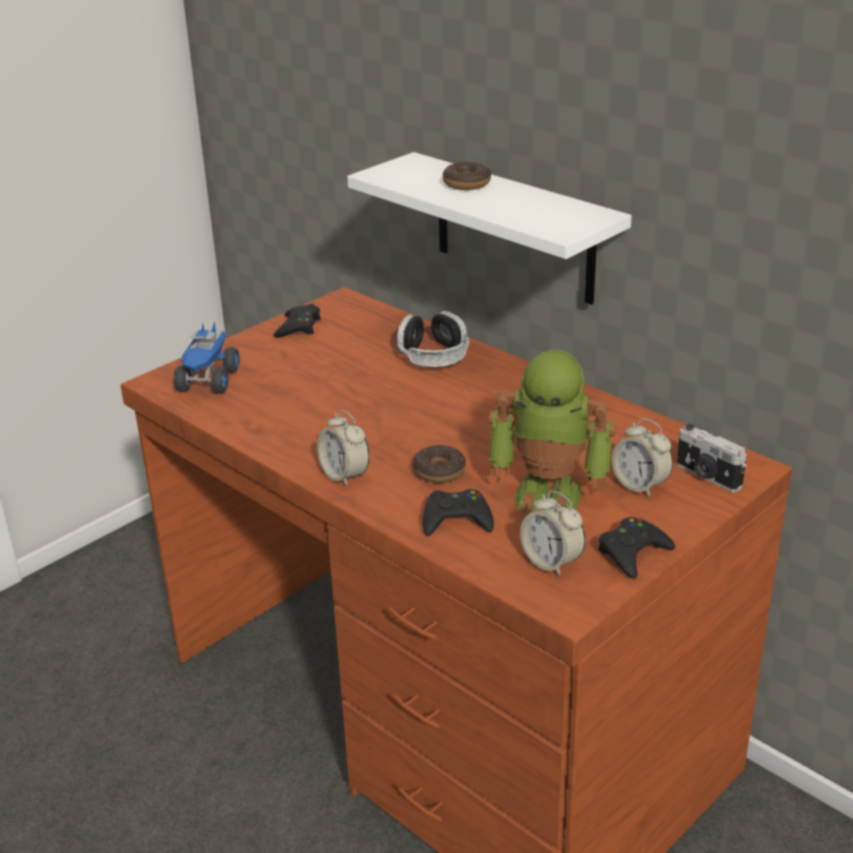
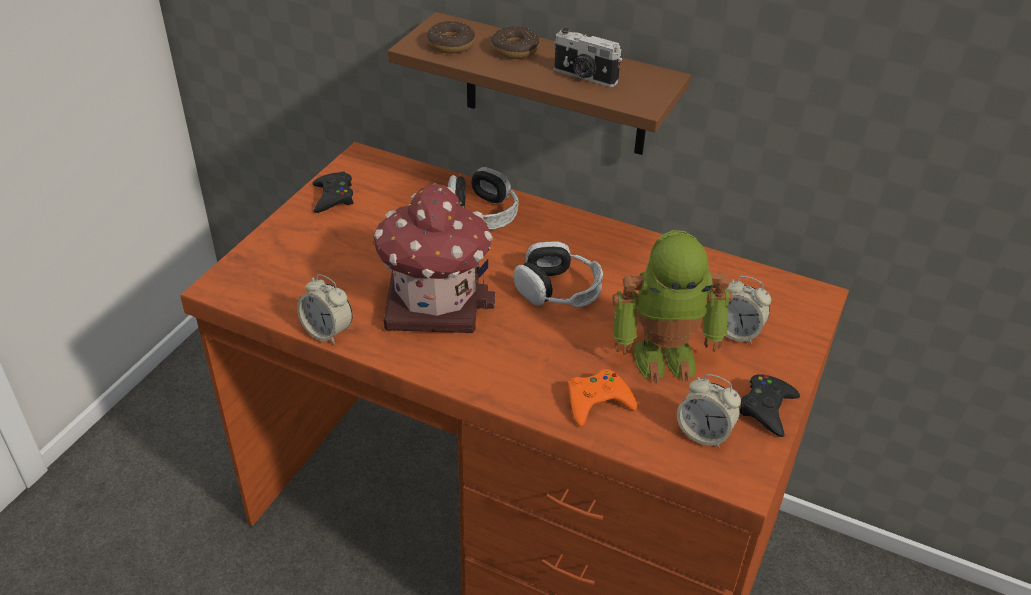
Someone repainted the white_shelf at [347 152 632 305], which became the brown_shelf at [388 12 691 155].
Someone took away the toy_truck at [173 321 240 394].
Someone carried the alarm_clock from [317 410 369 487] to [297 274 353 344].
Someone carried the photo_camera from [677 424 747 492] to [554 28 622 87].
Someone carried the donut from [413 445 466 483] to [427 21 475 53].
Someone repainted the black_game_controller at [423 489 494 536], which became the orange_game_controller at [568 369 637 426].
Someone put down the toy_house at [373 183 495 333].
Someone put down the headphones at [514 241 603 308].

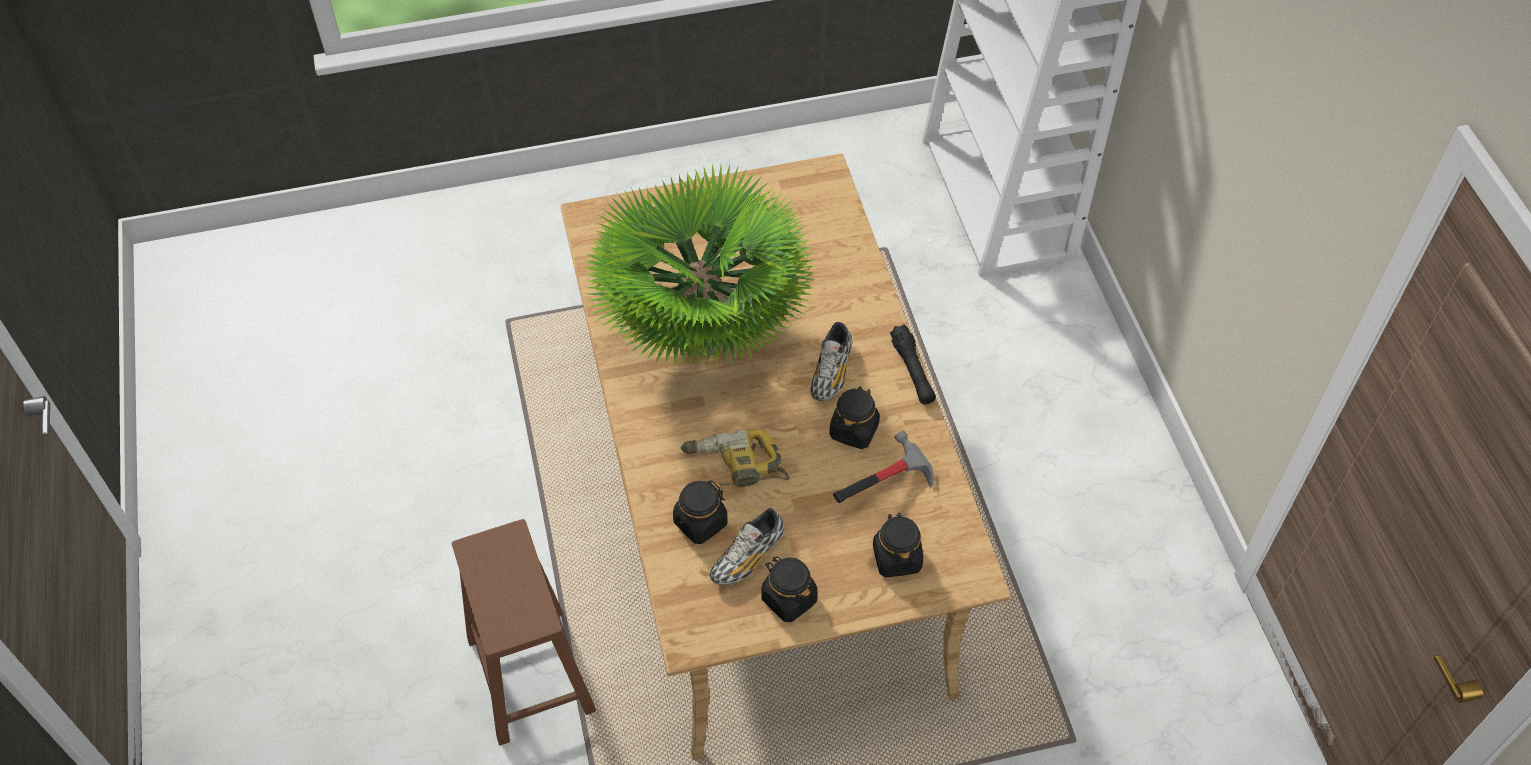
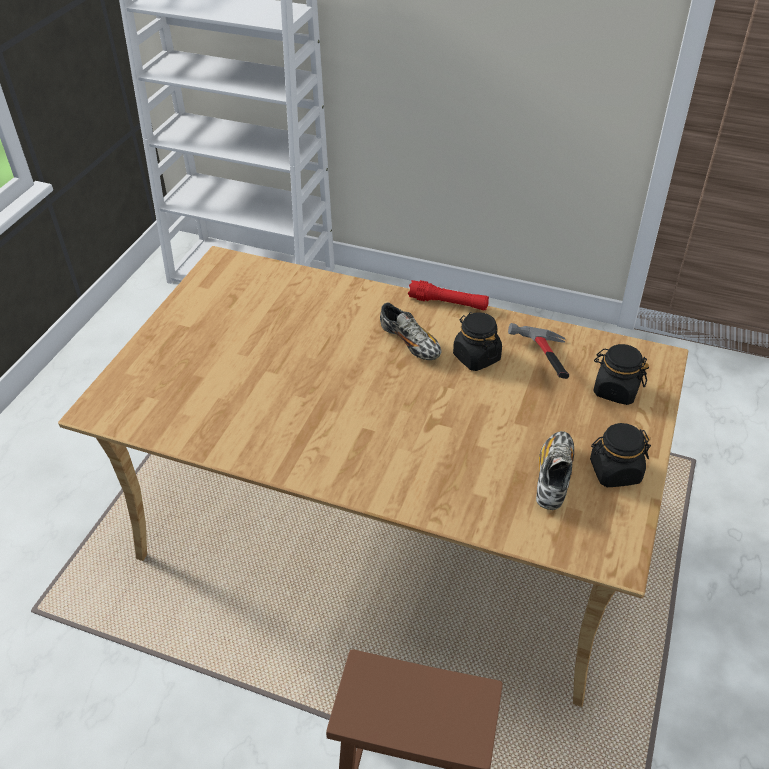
Someone took away the potted_plant at [585 164 817 366].
Someone repainted the black_flashlight at [890 324 936 405], which became the red_flashlight at [408 280 489 310].
Someone took away the power_drill at [681 429 790 488].
Someone took away the black_jar at [673 480 727 544].
Someone rotated the shoe at [710 508 785 585] by 150 degrees counterclockwise.

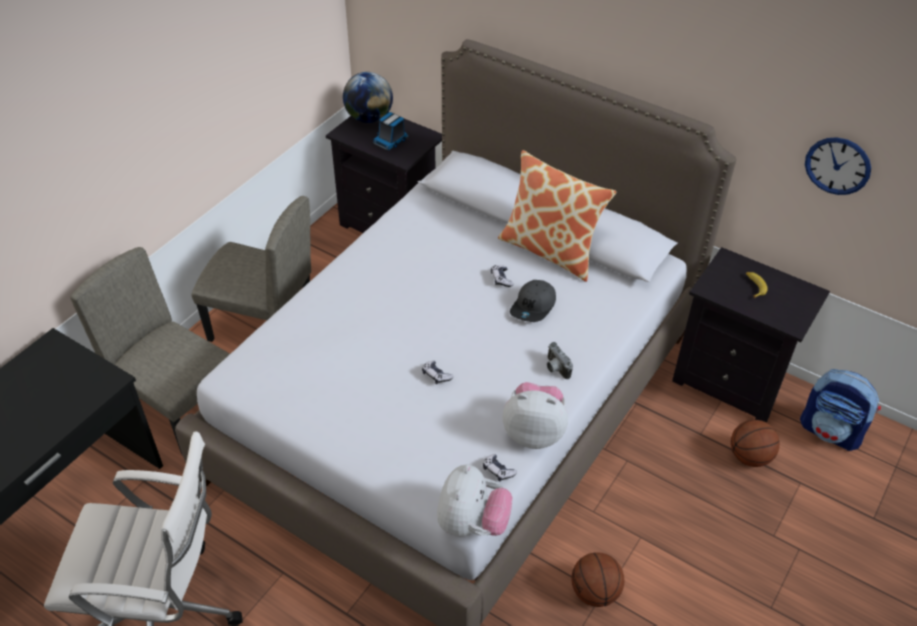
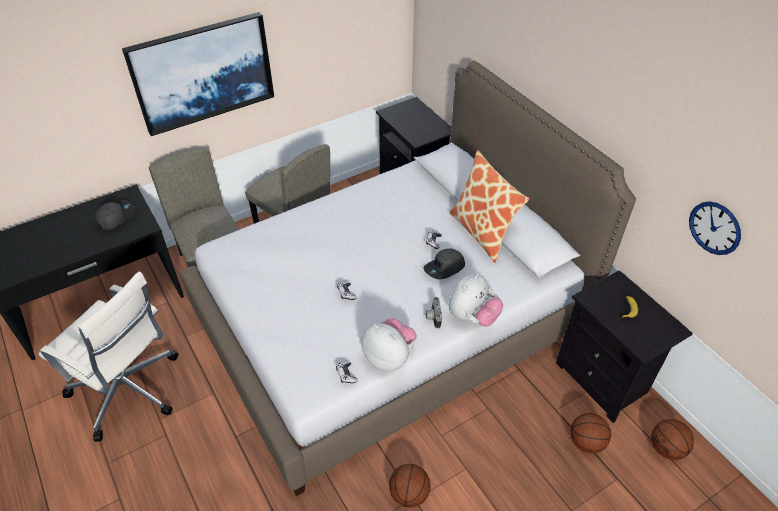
Someone took away the globe at [343 72 393 123].
Someone took away the toy_truck at [373 112 409 151].
Someone swapped the backpack at [800 369 881 451] for the basketball at [651 419 694 460].
Someone carried the plush_toy from [437 465 513 537] to [449 273 503 327].
Someone put up the picture at [122 12 274 136].
Someone put down the grey_cap at [95 200 136 230].

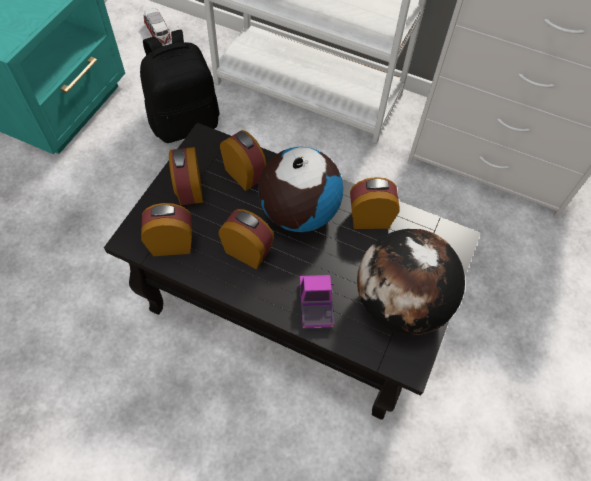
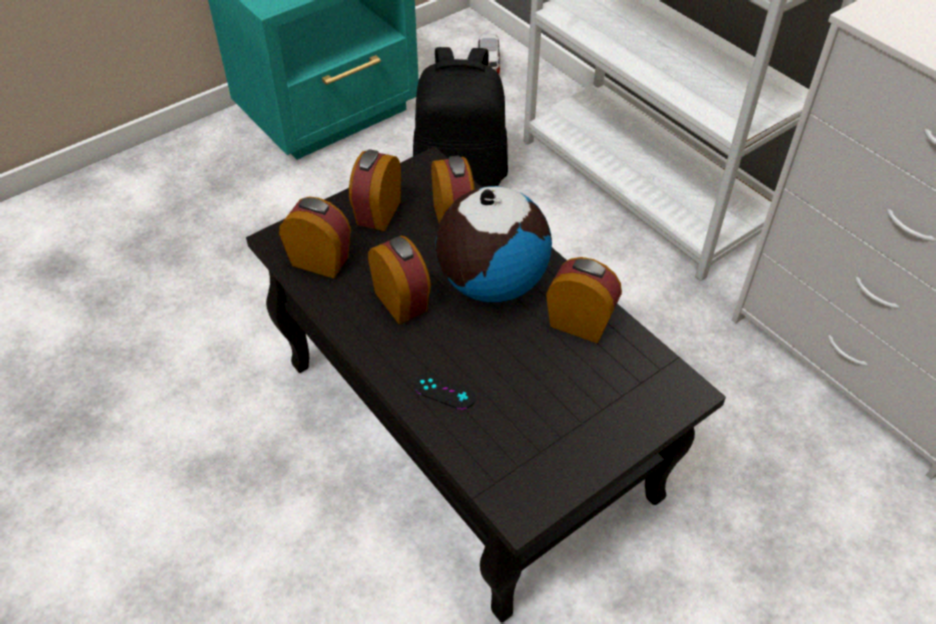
Someone took away the globe at [357 229 465 335].
Someone swapped the toy_truck at [297 275 334 329] for the black_game_controller at [414 373 476 409].

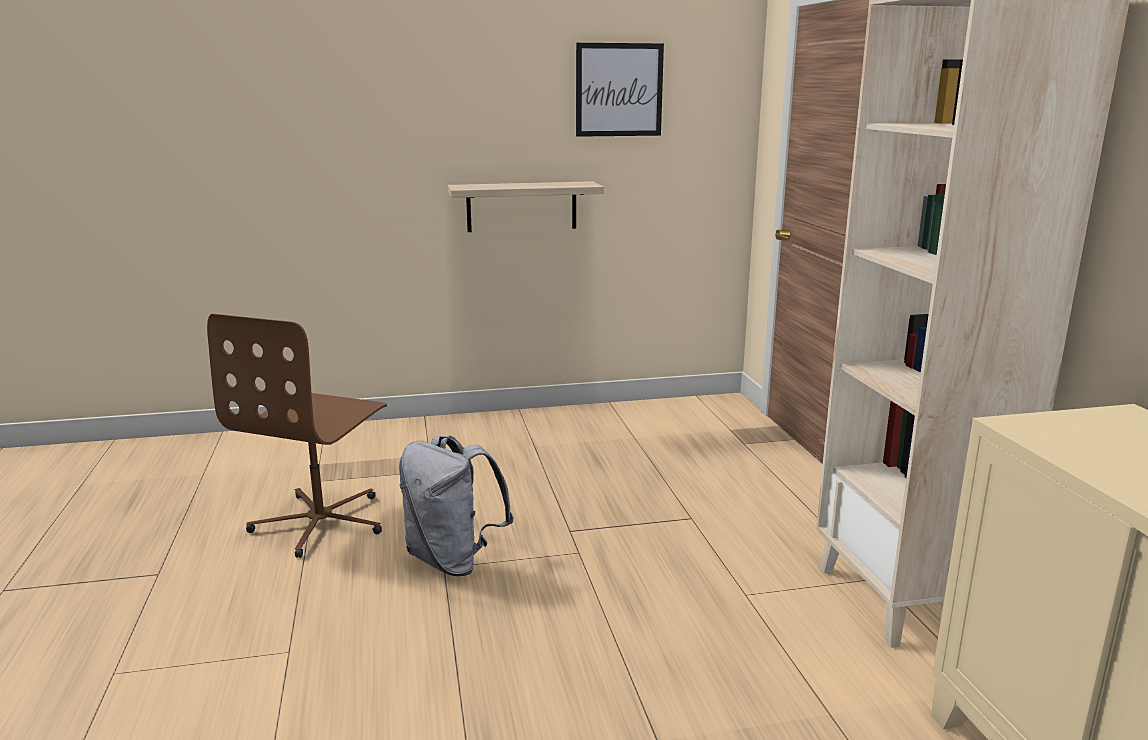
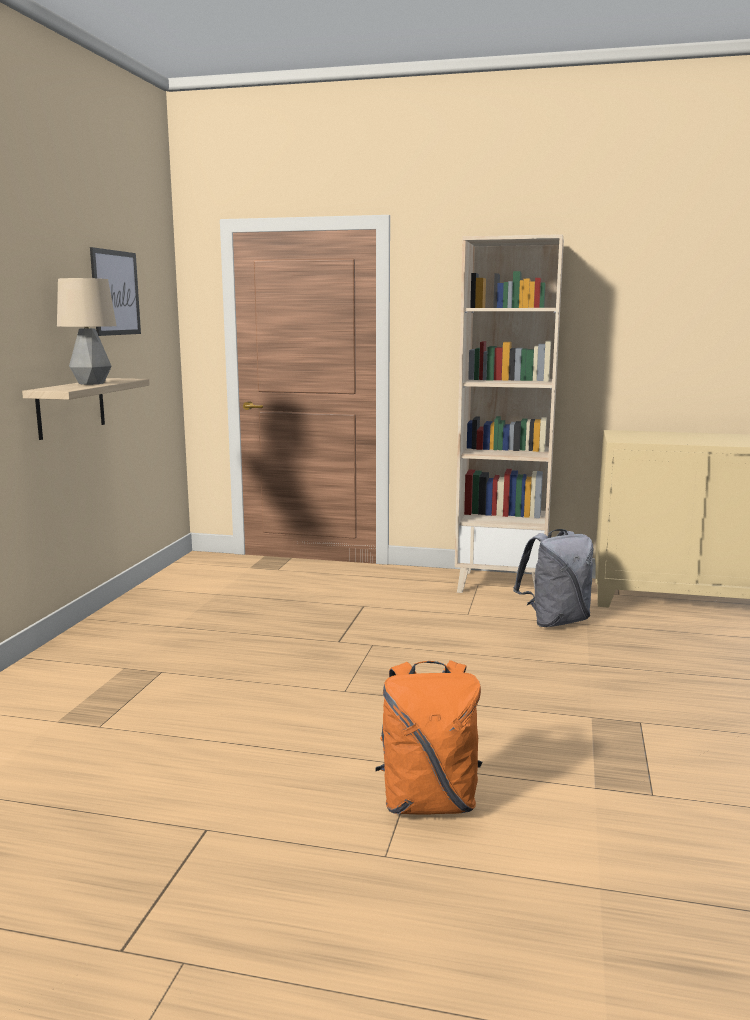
Someone took away the brown_office_chair at [207 314 387 558].
Someone carried the grey_backpack from [399 435 514 576] to [513 529 594 627].
Someone put down the table_lamp at [57 278 117 385].
Someone put down the orange_backpack at [376 660 482 815].

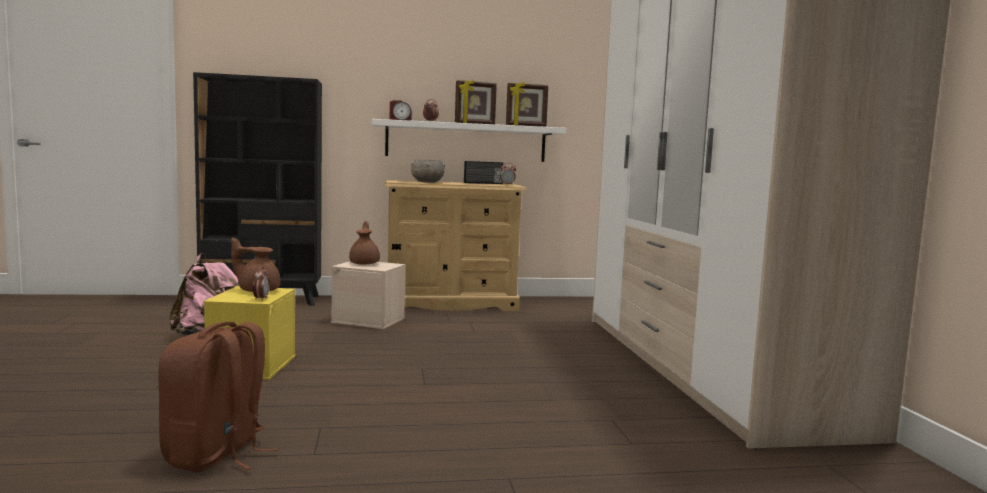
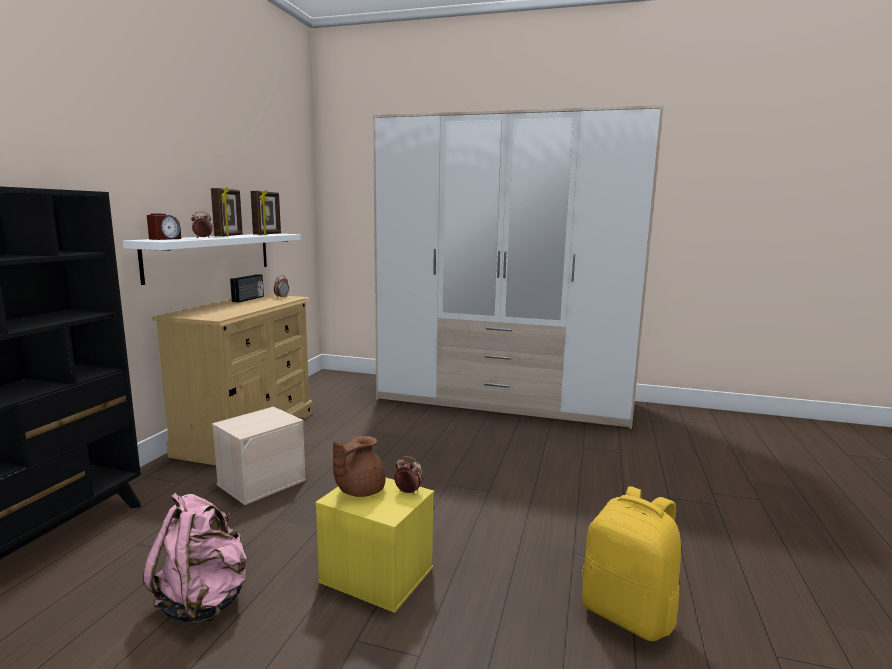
Someone took away the grey_bowl at [411 159 445 183].
Someone took away the brown_teapot at [349 221 380 265].
Someone repainted the brown_backpack at [158 322 278 473], which became the yellow_backpack at [582 486 681 642].

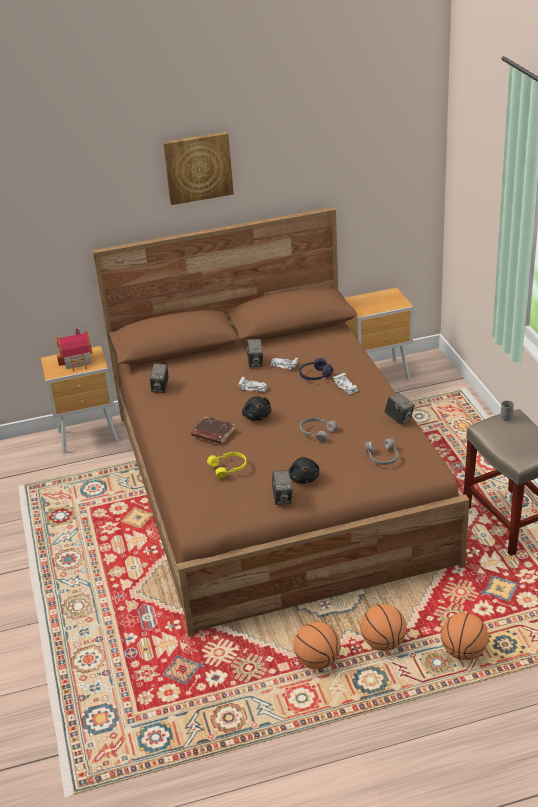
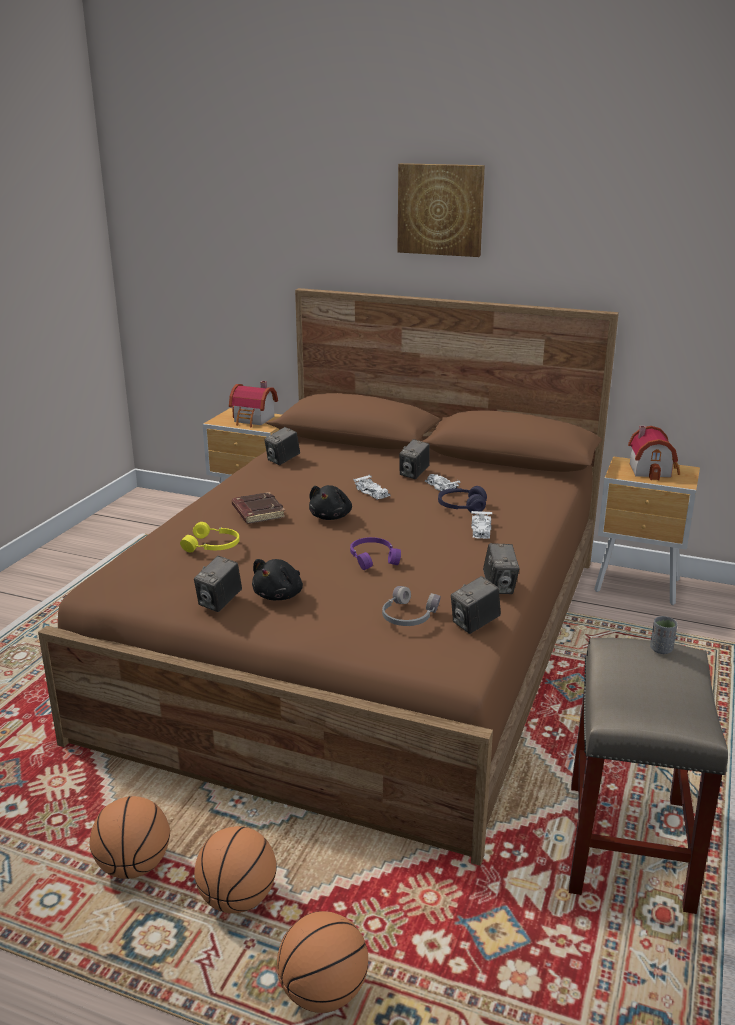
Someone repainted the grey_headphones at [300 418 338 442], which became the purple_headphones at [350 537 401 570].
Someone put down the toy_house at [628 426 680 480].
Someone put down the photo_camera at [451 576 501 634].

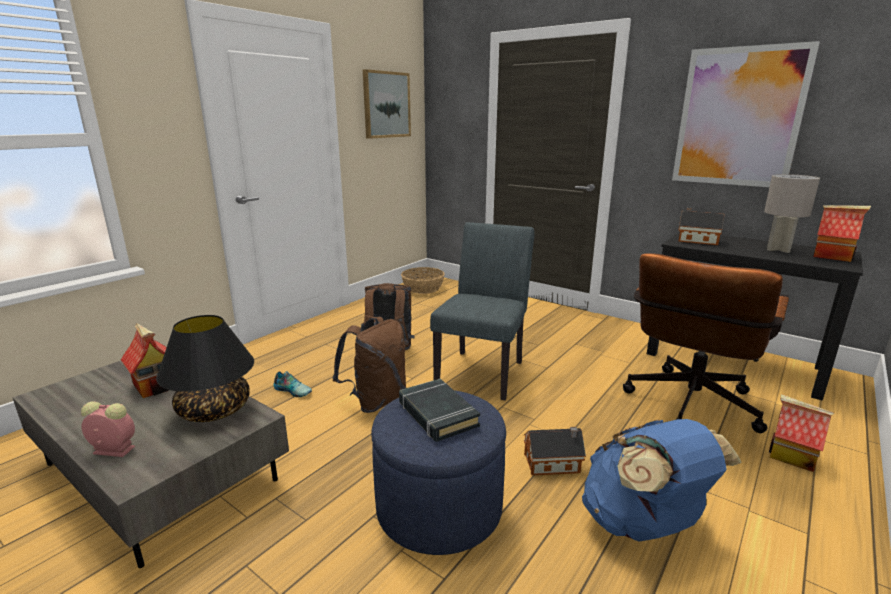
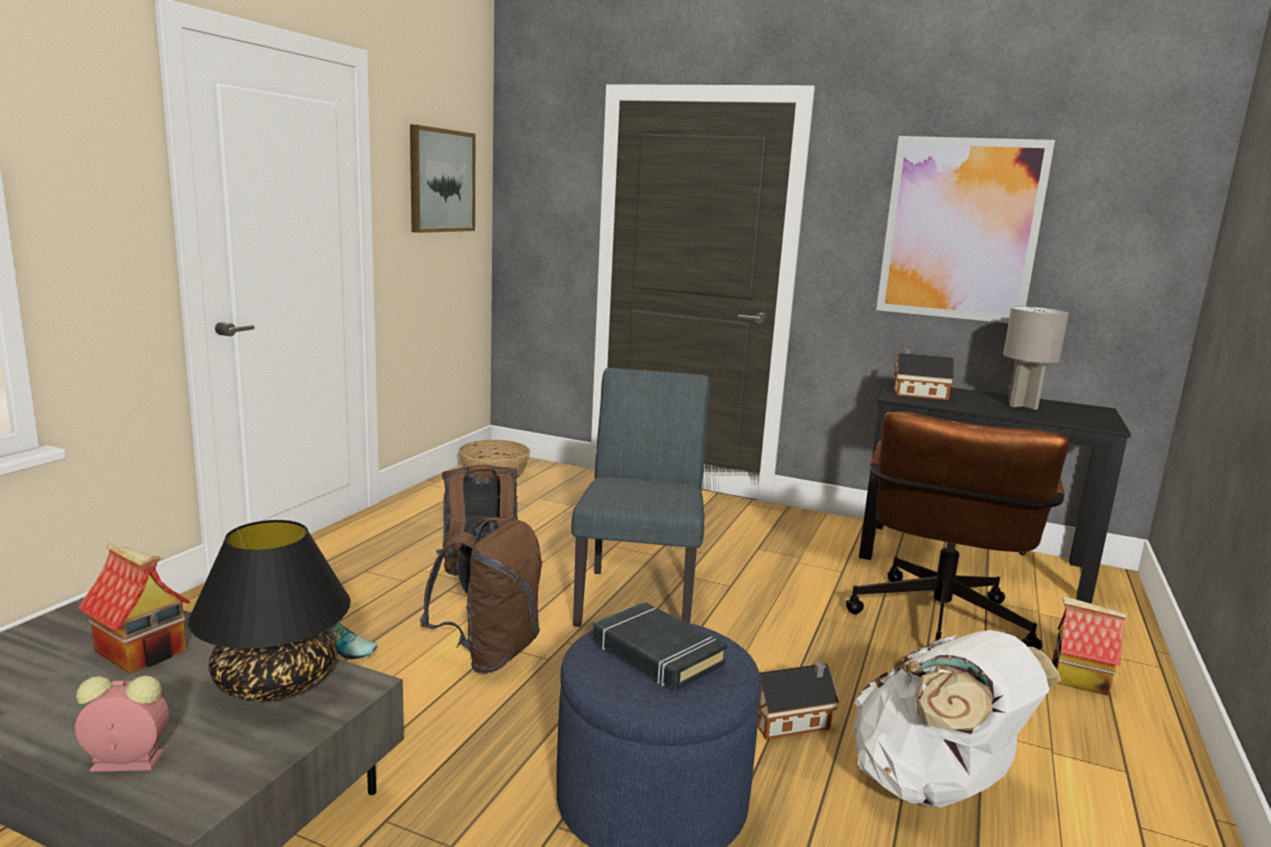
Someone took away the toy_house at [813 205 871 262].
Someone repainted the blue_backpack at [582 419 742 542], which became the white_backpack at [854 630 1061 808].

